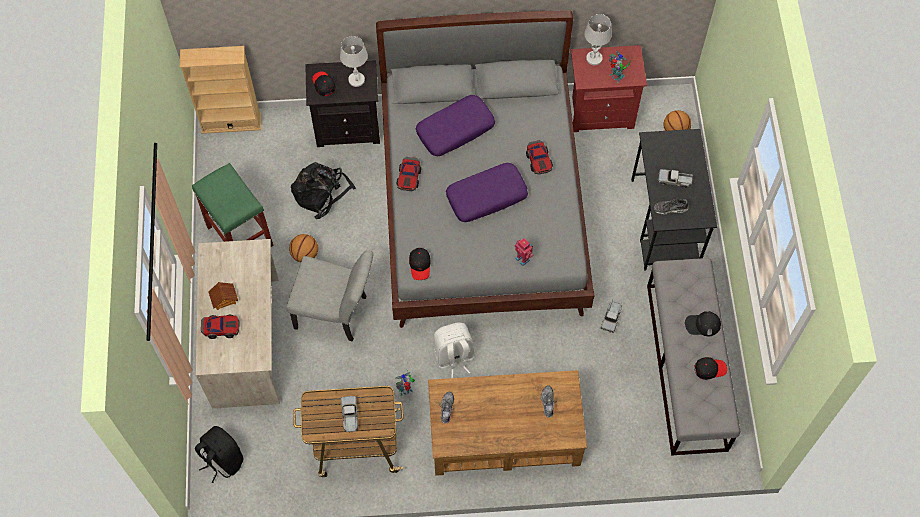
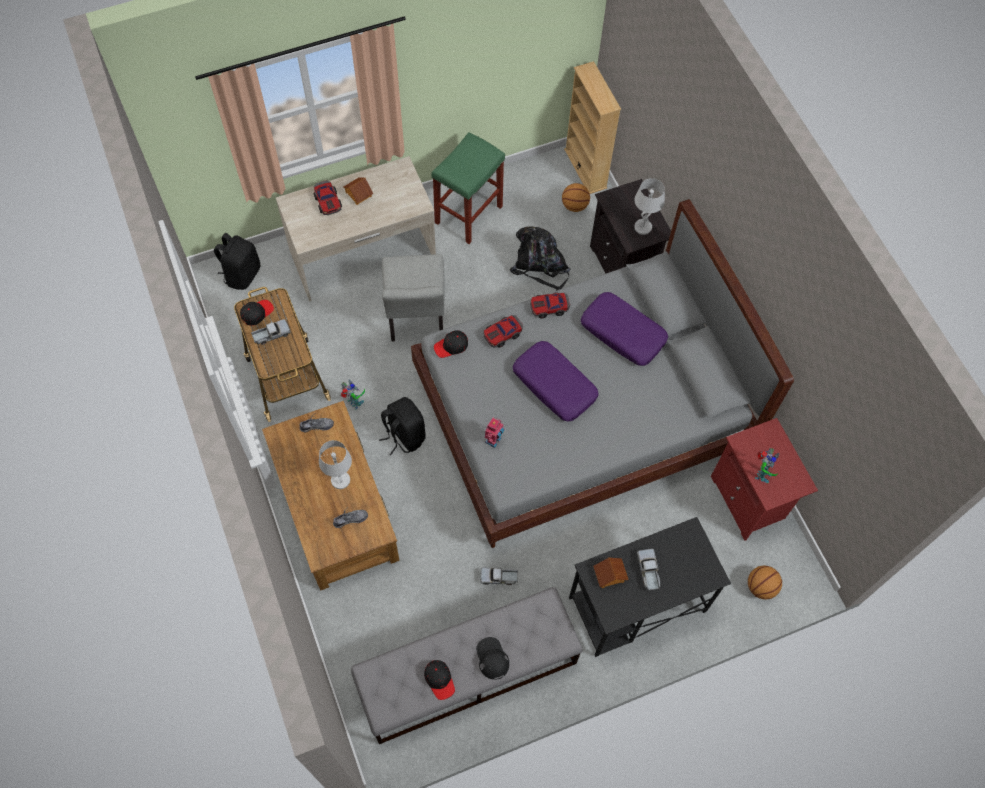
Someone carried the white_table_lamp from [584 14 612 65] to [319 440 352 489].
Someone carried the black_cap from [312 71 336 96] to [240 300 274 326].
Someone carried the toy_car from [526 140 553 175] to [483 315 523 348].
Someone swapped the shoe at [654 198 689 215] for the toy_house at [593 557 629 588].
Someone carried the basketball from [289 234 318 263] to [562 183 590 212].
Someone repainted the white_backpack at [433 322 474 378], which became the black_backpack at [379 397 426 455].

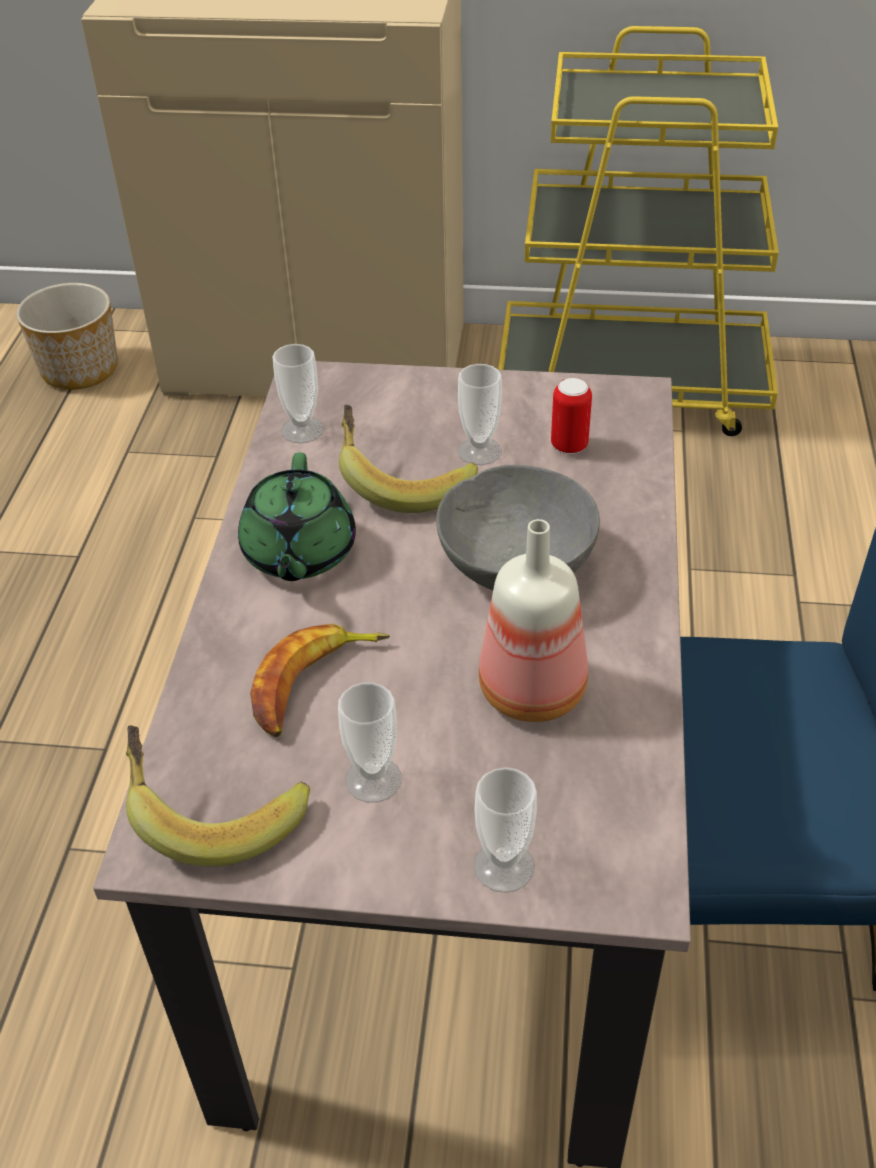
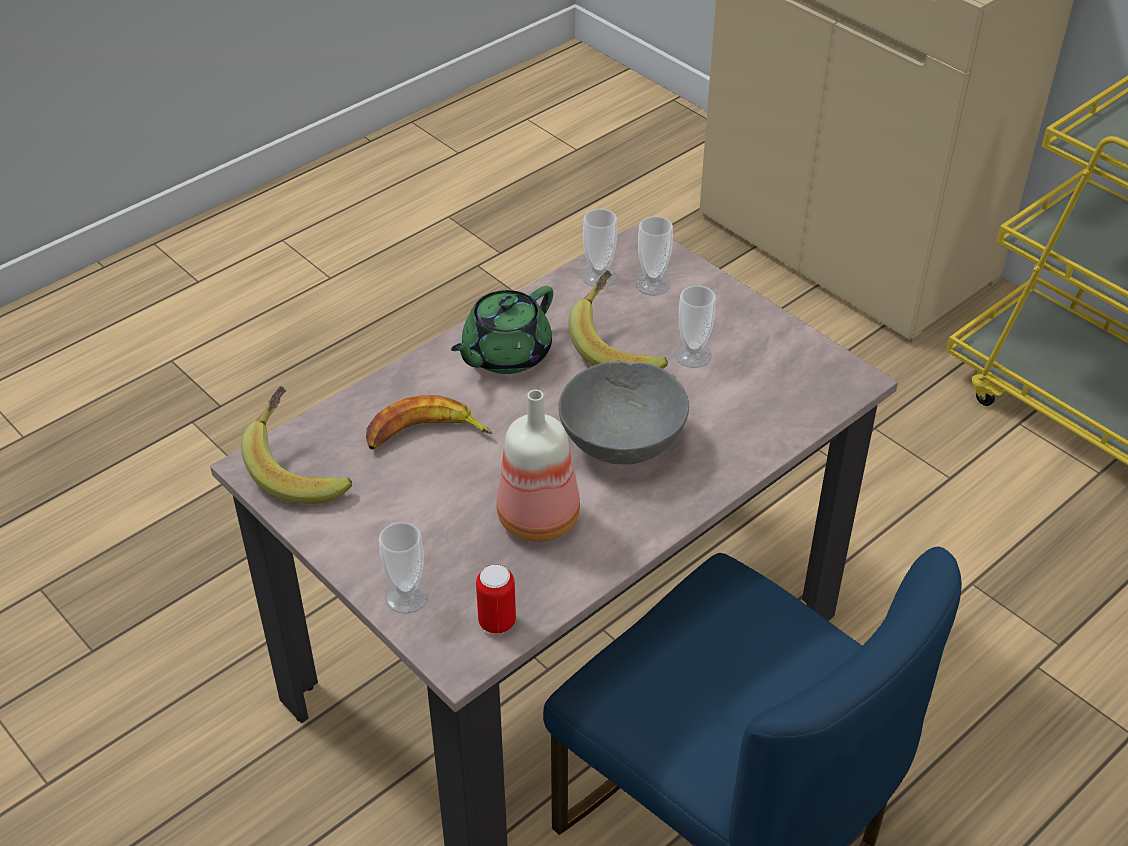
Someone took away the planter at [16 283 118 390].
Someone carried the can from [551 378 592 454] to [476 564 516 634].
Someone carried the cup from [338 682 402 803] to [636 216 673 296].

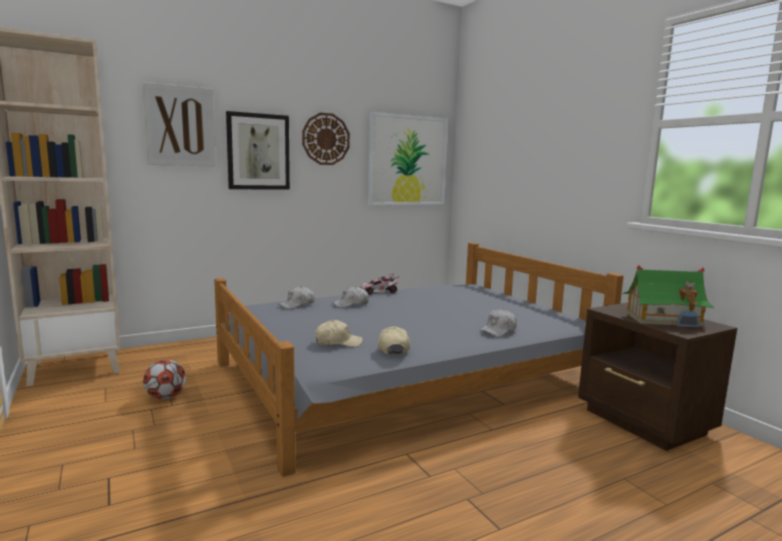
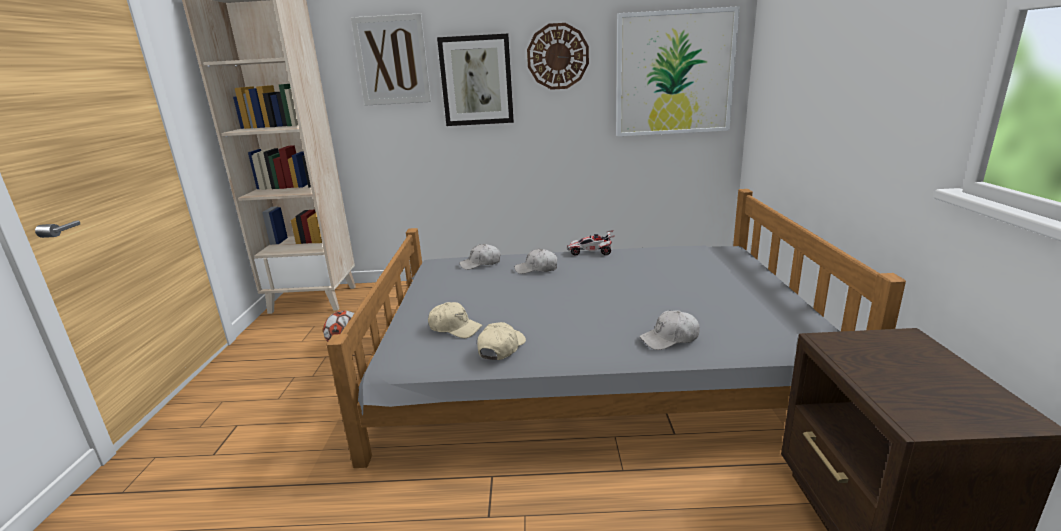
Someone took away the toy_house at [622 265 714 327].

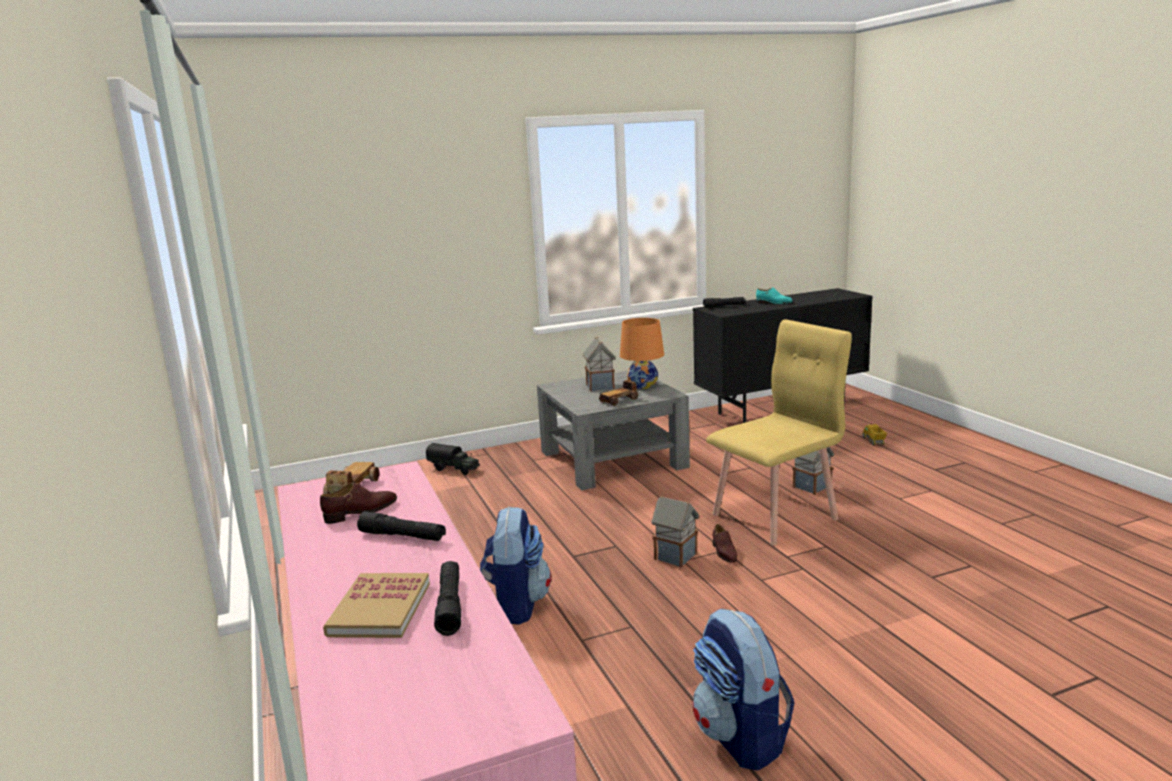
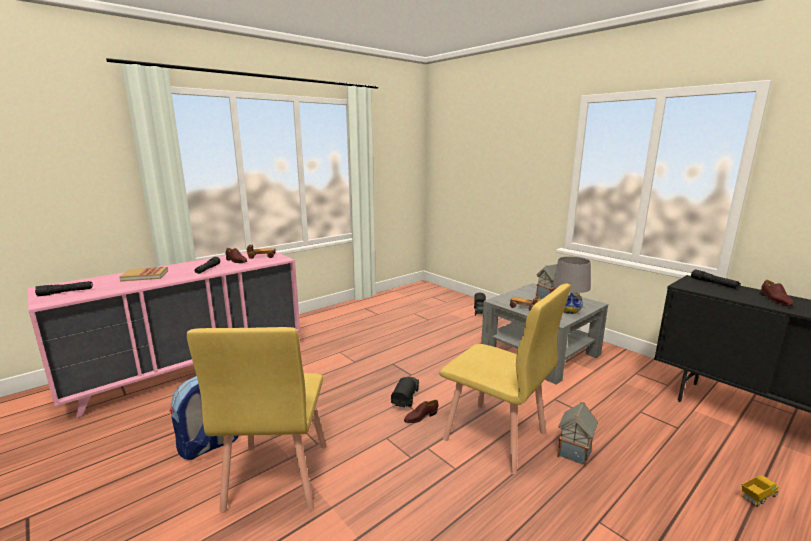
Someone repainted the turquoise_shoe at [756 287 793 304], which became the brown_shoe at [760 280 793 306].
Someone repainted the orange_table_lamp at [620 318 664 389], which became the grey_table_lamp at [552 256 591 314].
Someone swapped the toy_house at [651 495 700 568] for the toy_truck at [391 377 419 407].
Someone took away the backpack at [480 506 551 625].
Someone carried the black_flashlight from [434 561 461 636] to [35 281 93 296].
Someone put down the yellow_chair at [187 327 327 513].

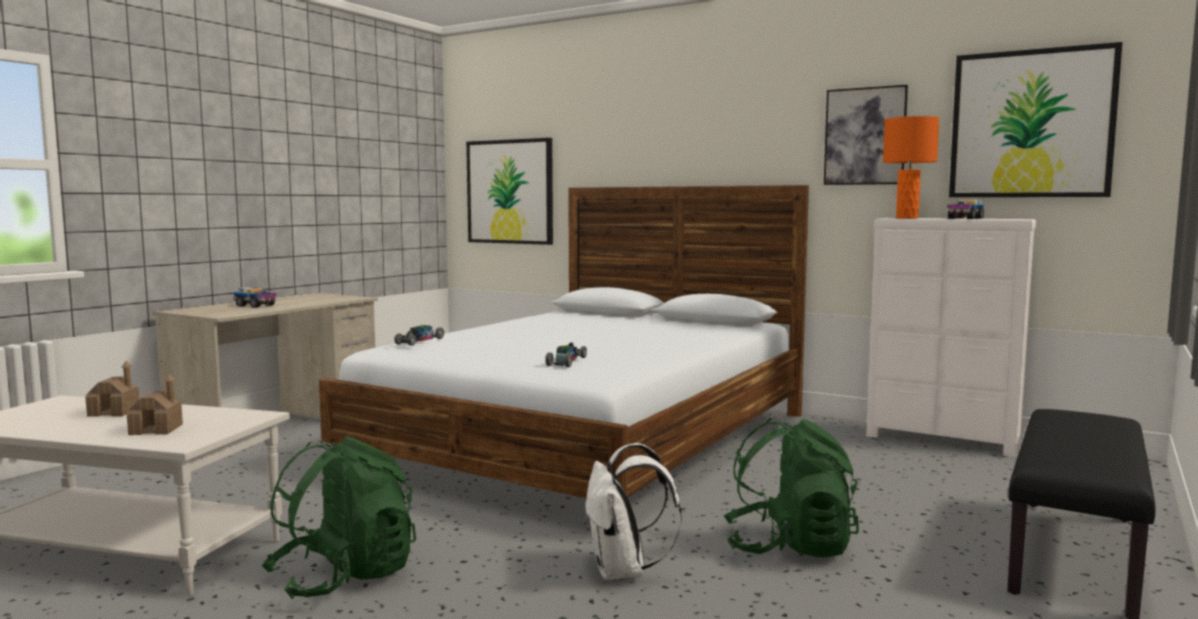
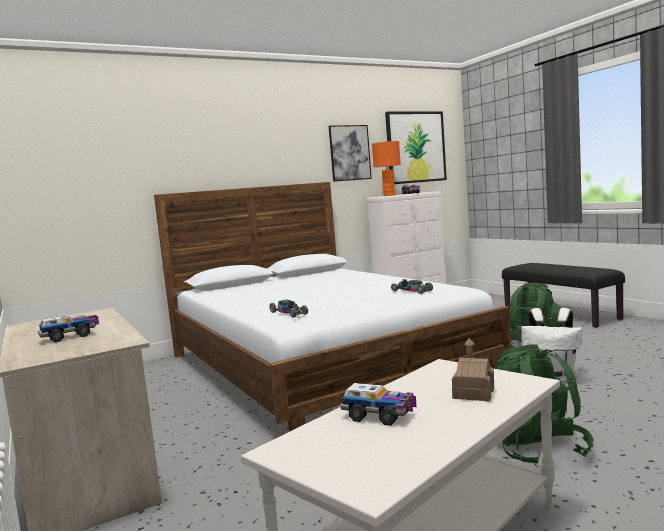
Someone took away the picture at [466 138 553 245].
Someone swapped the toy_house at [85 361 140 417] for the toy_truck at [340 383 417 426].

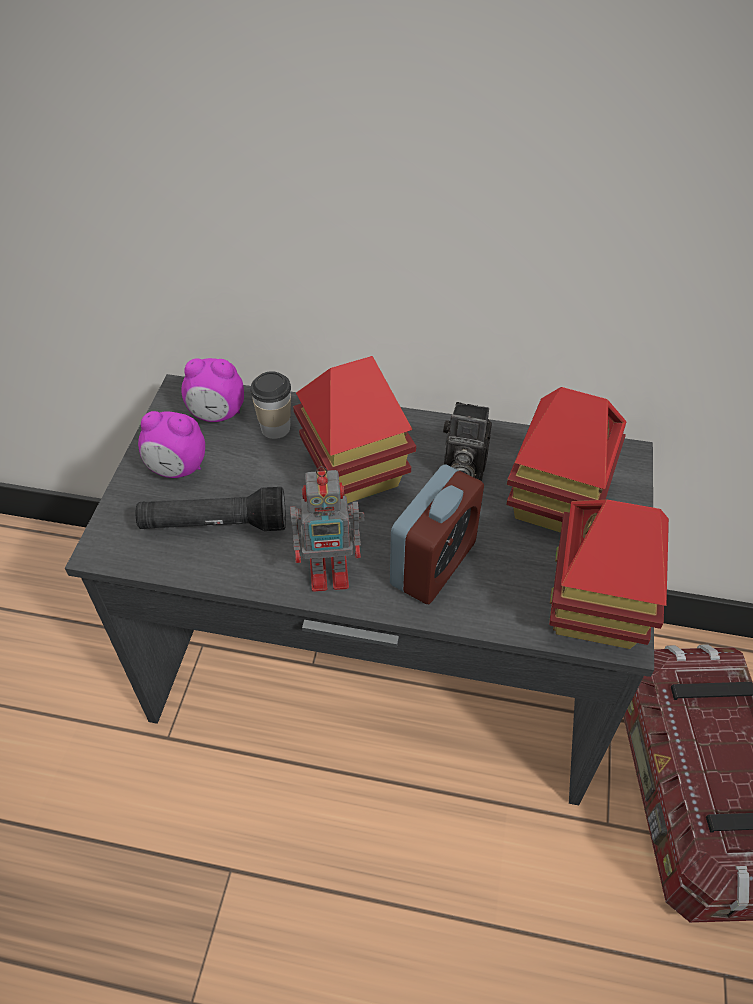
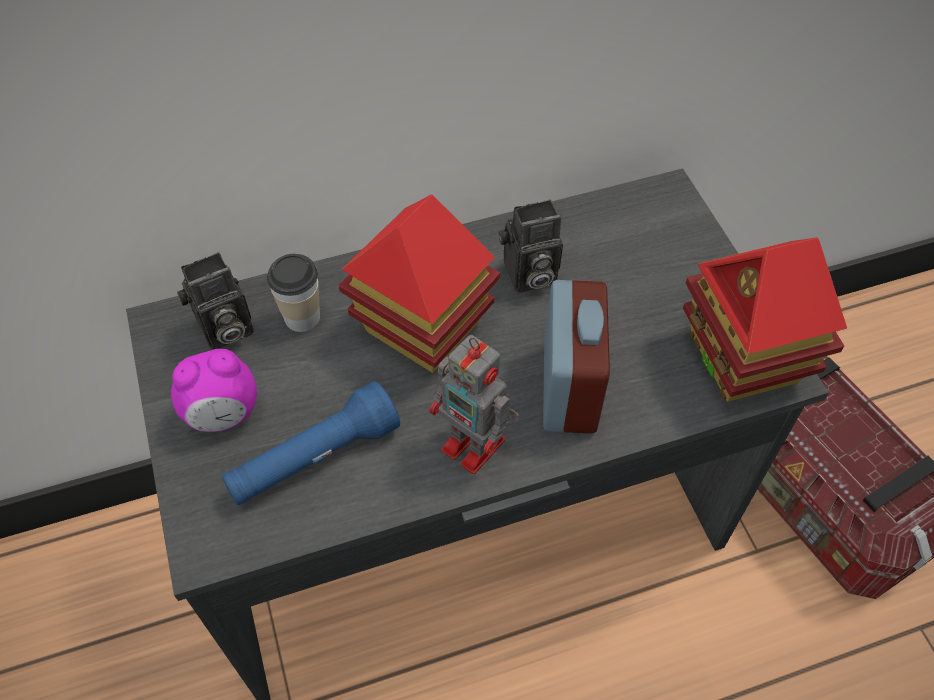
Someone swapped the alarm_clock at [182 358 244 422] for the photo_camera at [177 252 254 350].
Someone took away the toy_house at [506 387 626 533].
Someone rotated the toy_robot at [290 466 365 592] by 75 degrees clockwise.
Someone repainted the black_flashlight at [136 487 286 531], which became the blue_flashlight at [222 381 400 505].

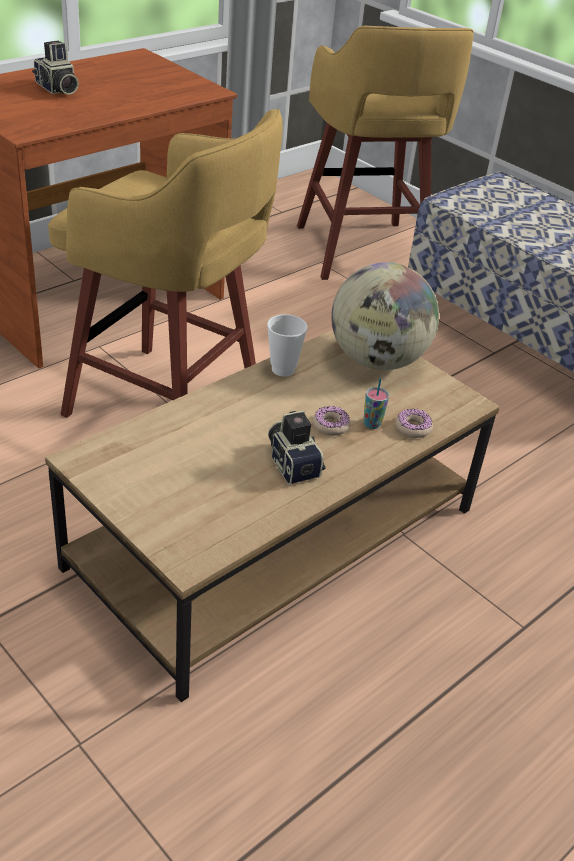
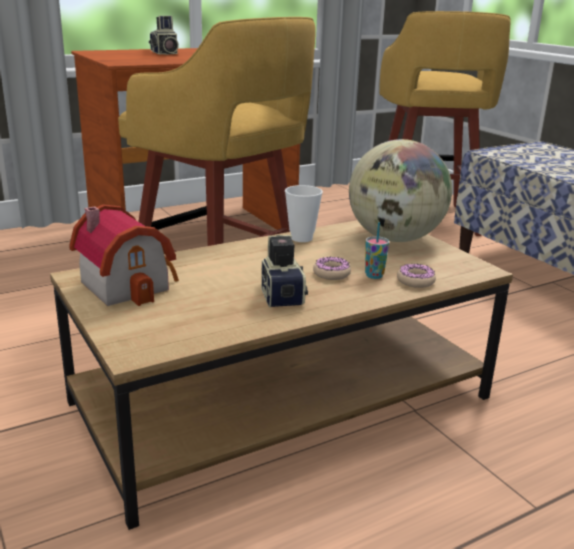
Someone put down the toy_house at [69 204 179 306].

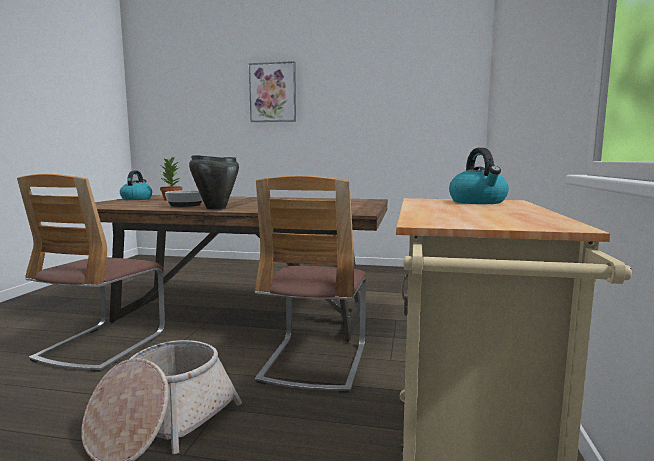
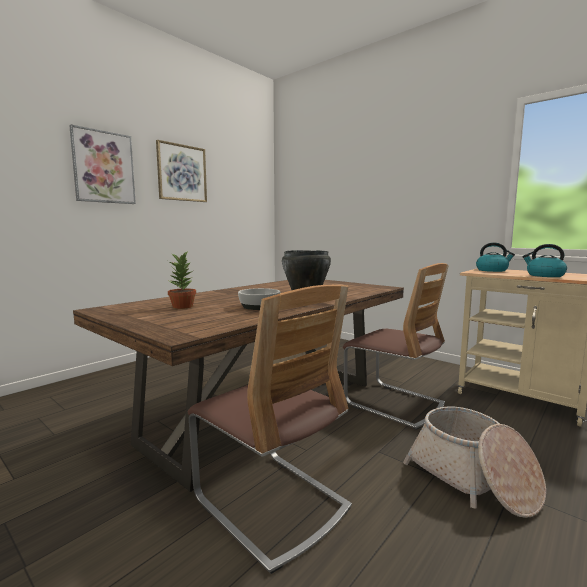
Someone carried the kettle from [120 170 152 200] to [522 244 567 277].
Someone put up the picture at [156 140 207 202].

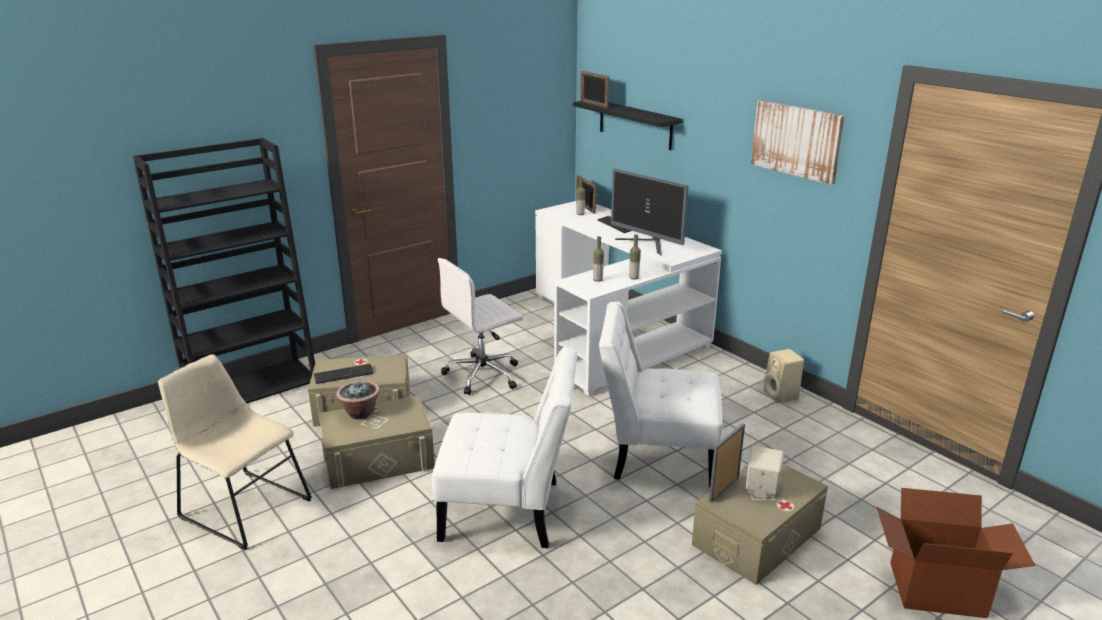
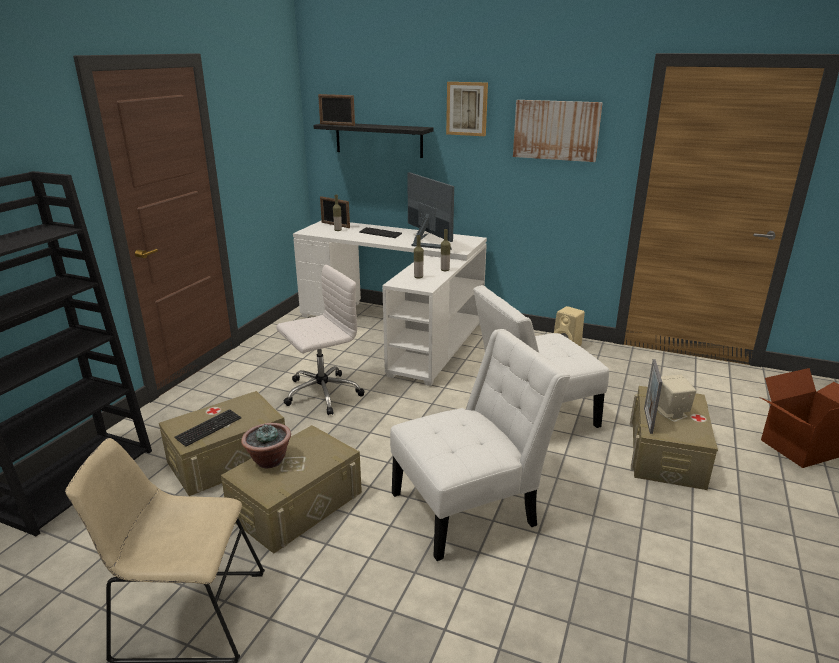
Someone rotated the monitor at [611 169 688 256] by 135 degrees counterclockwise.
Someone rotated the white_office_chair at [438 258 523 395] by 150 degrees counterclockwise.
Someone put up the picture at [446 82 488 136].

